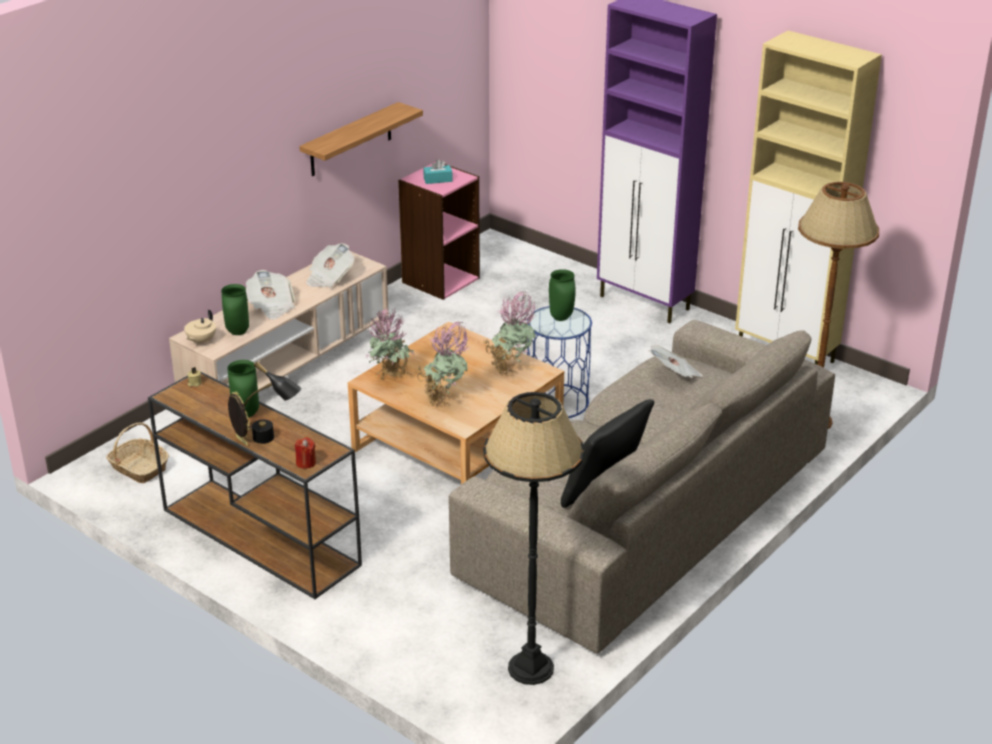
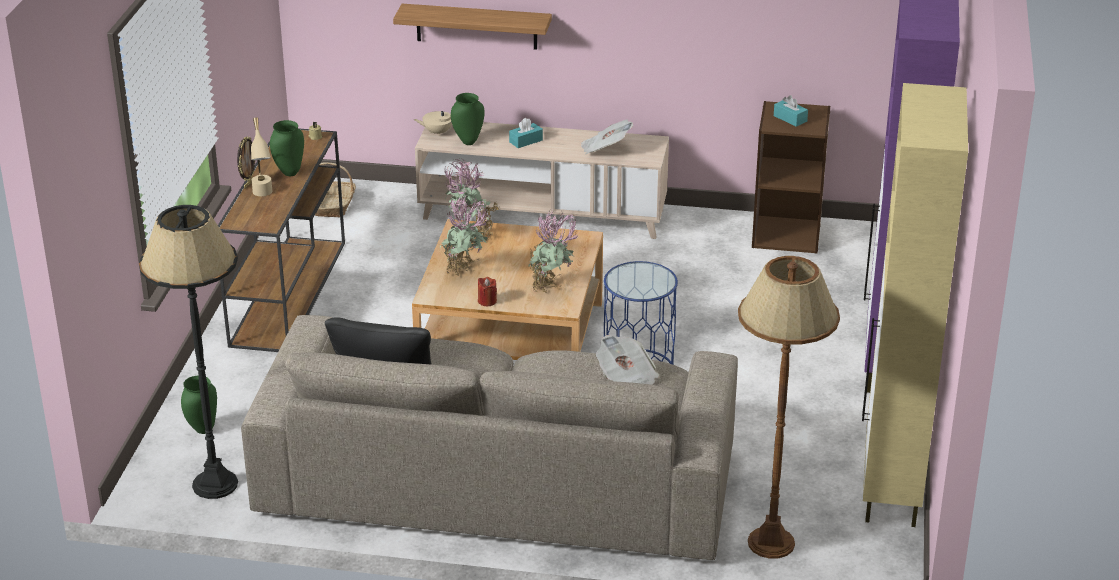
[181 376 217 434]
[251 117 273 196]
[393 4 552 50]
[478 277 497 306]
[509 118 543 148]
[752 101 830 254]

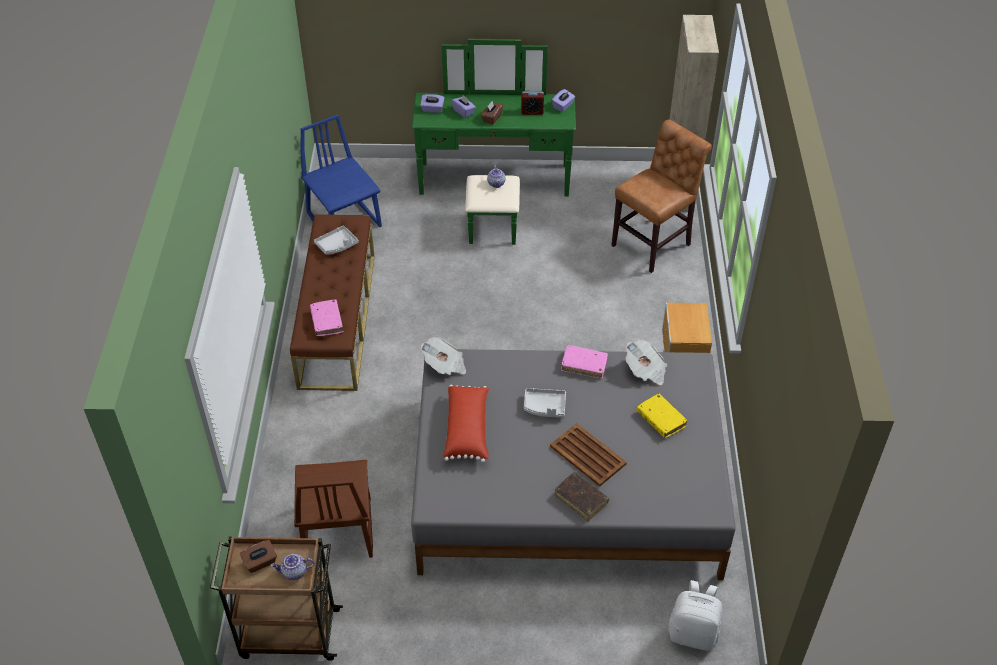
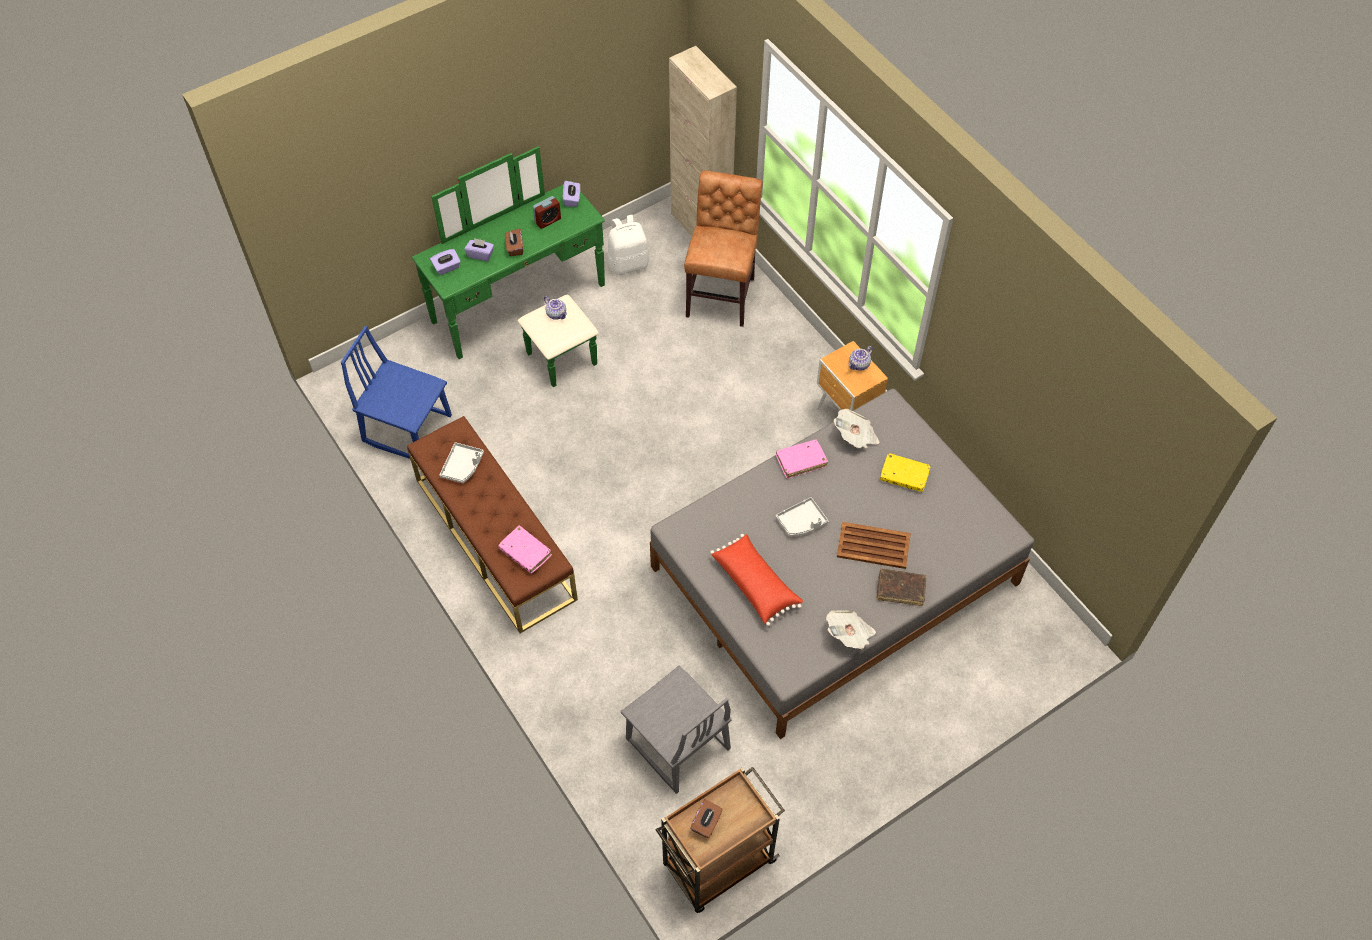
[607 215 649 275]
[621 666 732 794]
[826 610 876 649]
[848 346 873 371]

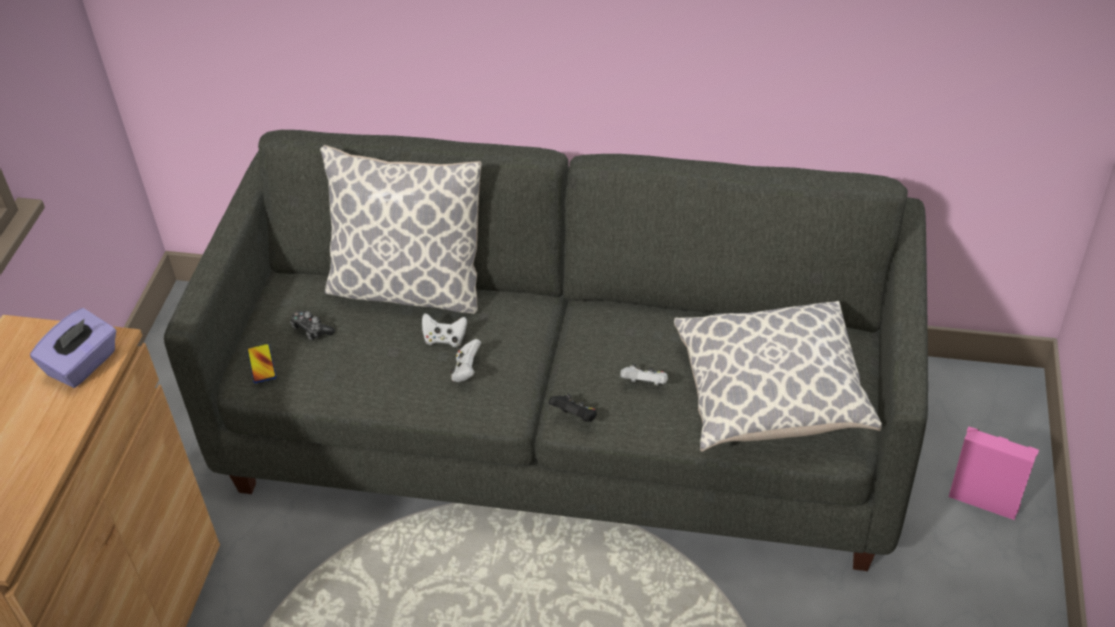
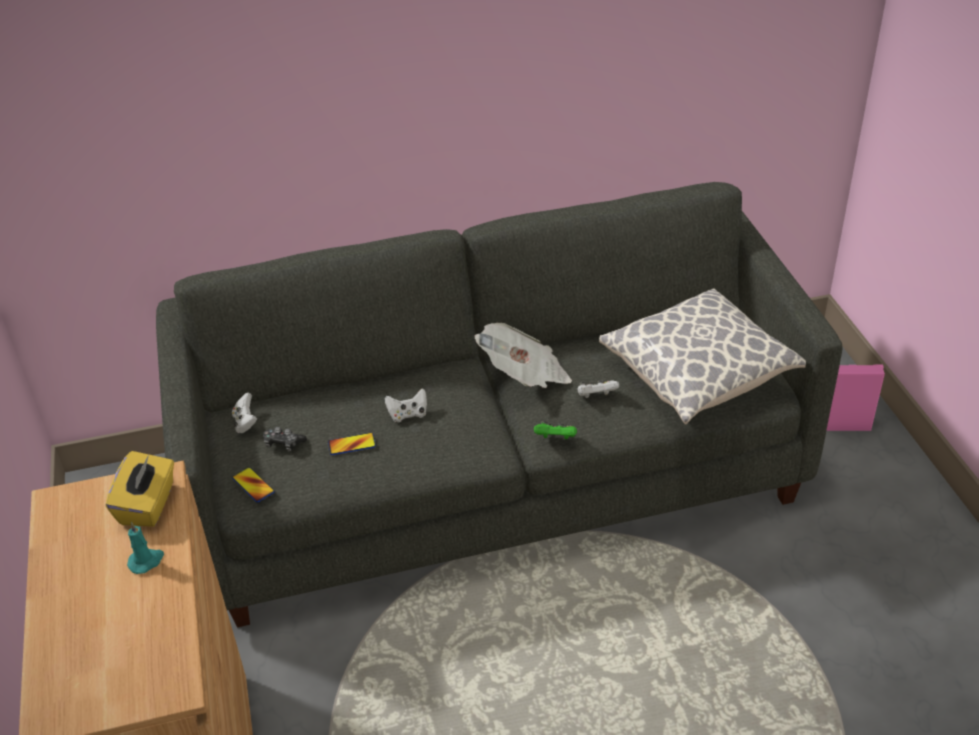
[106 451 174 527]
[127 522 164 574]
[232 393 257 433]
[328 433 376 455]
[474 323 572 388]
[534 421 577 439]
[320 145 482 314] (first image)

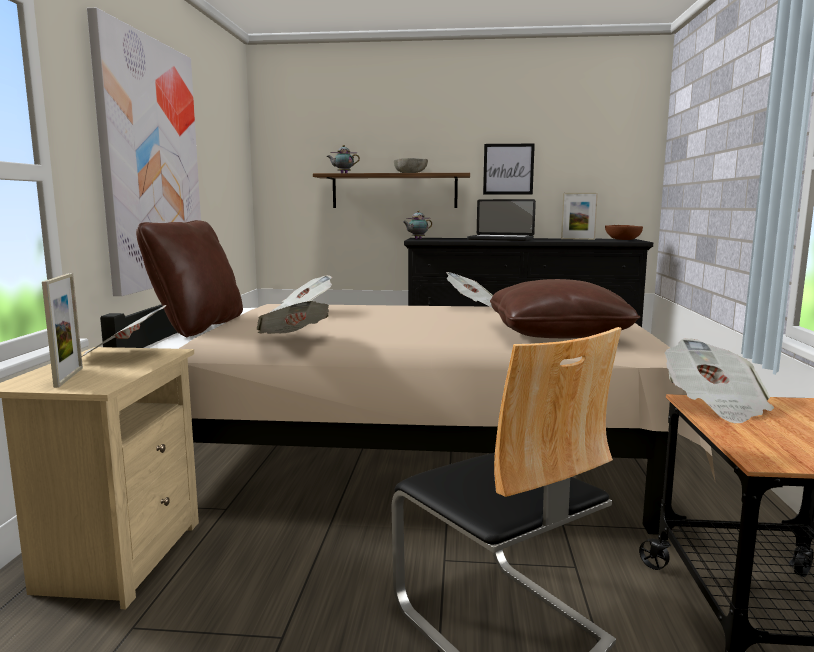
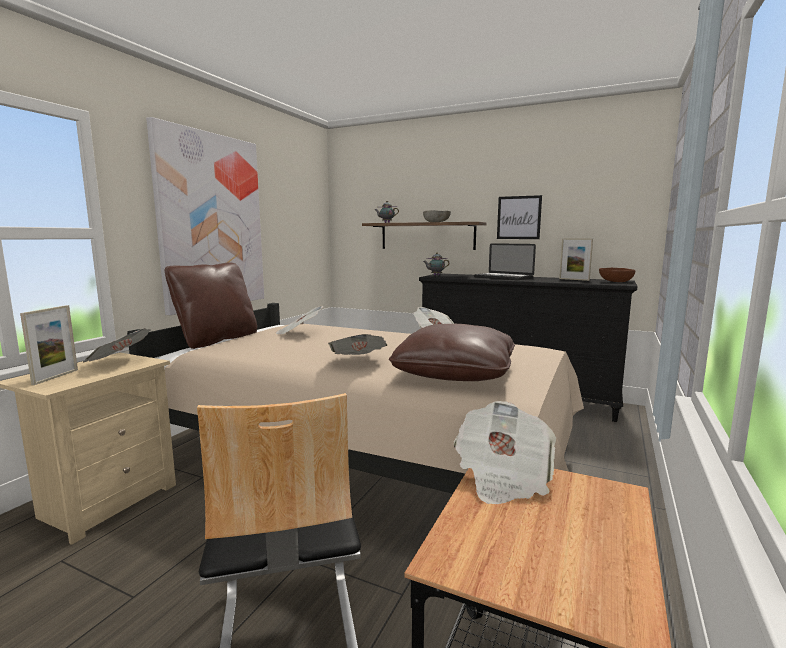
[328 334 387 355]

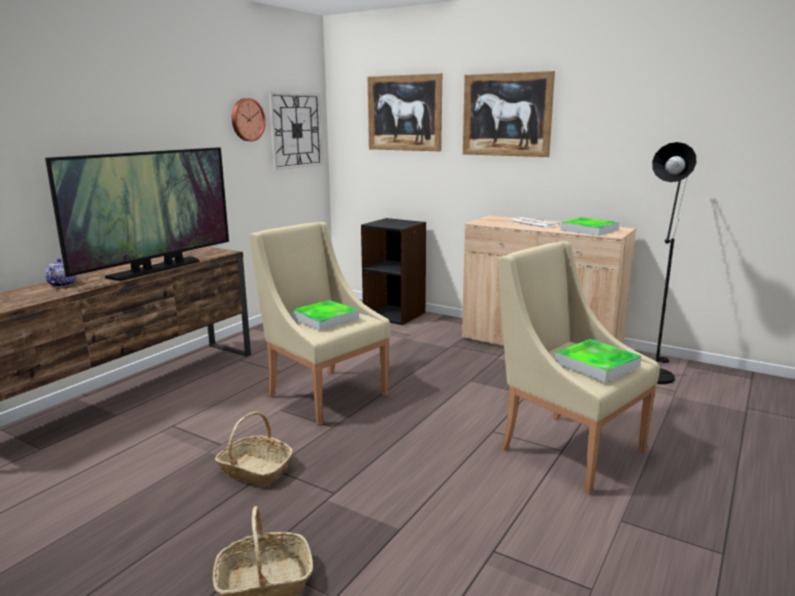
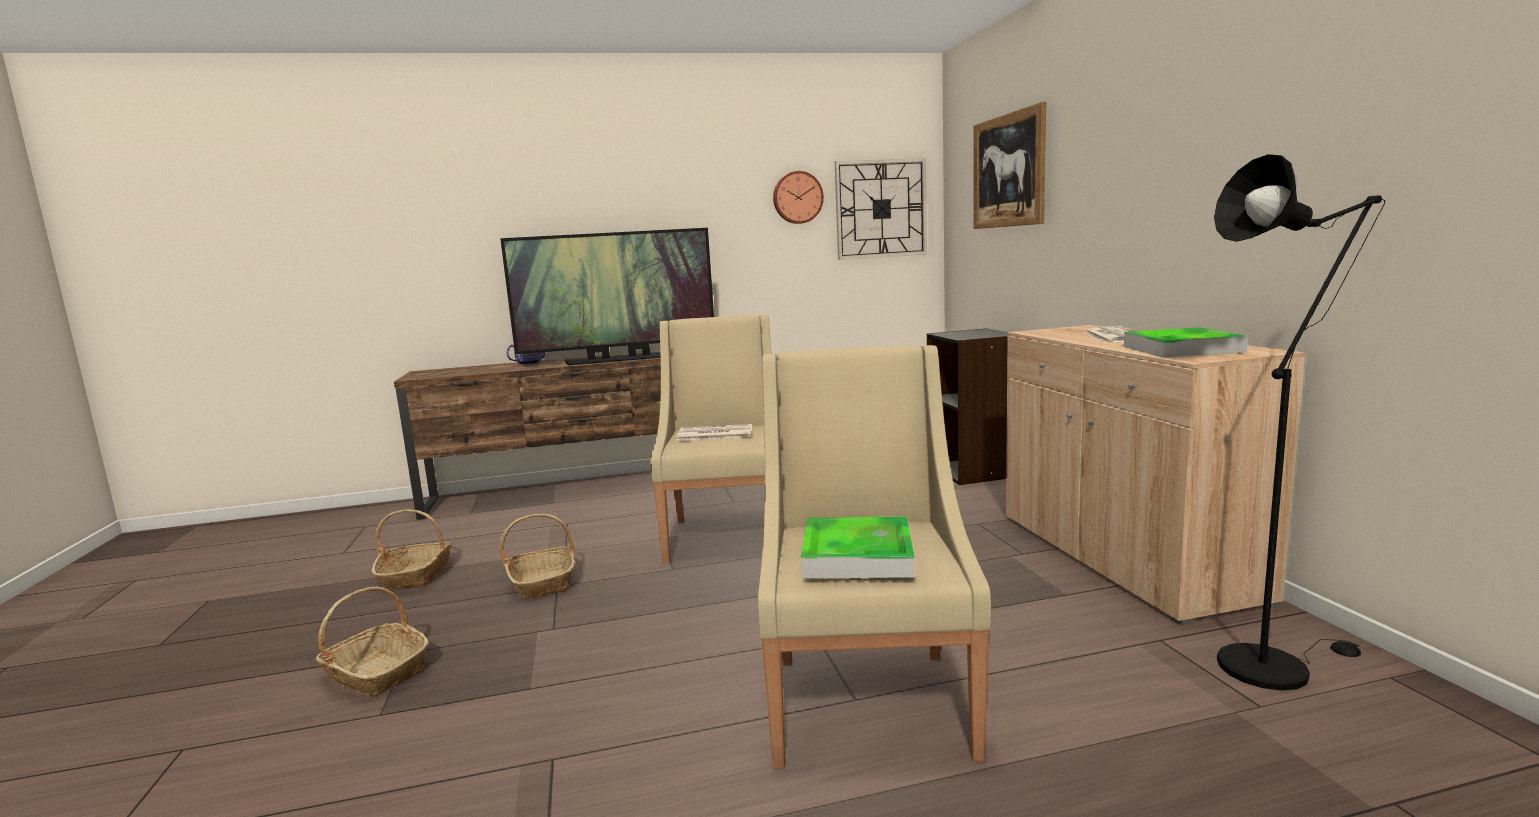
[372 509 452 589]
[676 424 752 441]
[463 71 555 157] (first image)

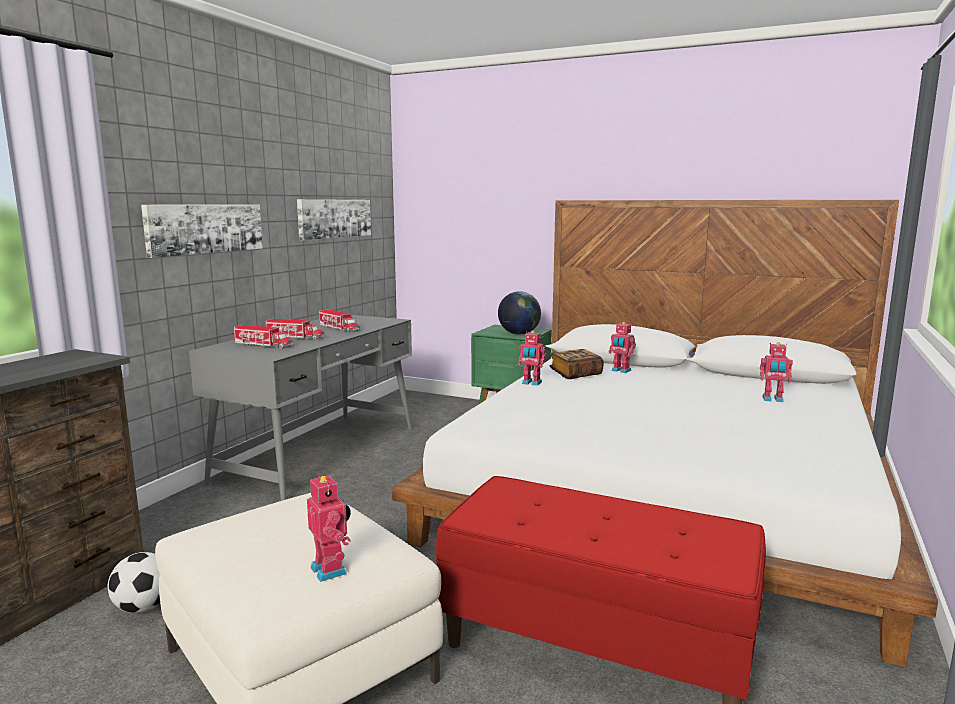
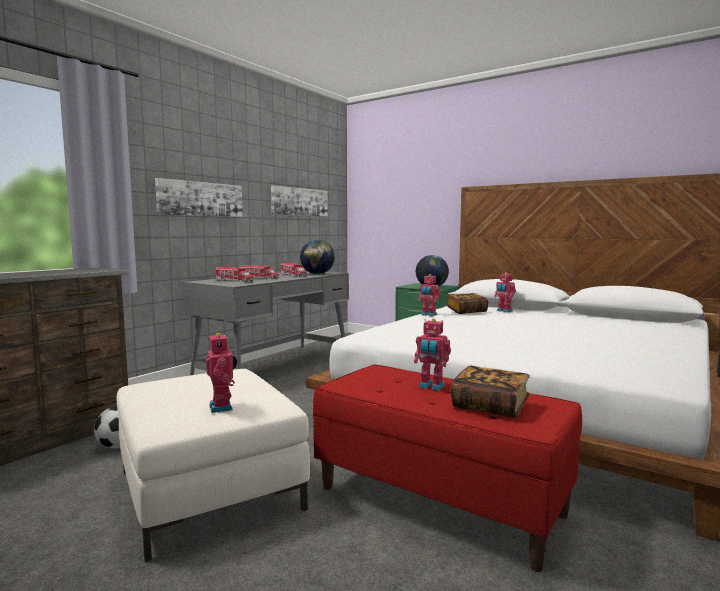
[300 240 335 274]
[414 318 451 390]
[451 365 530 418]

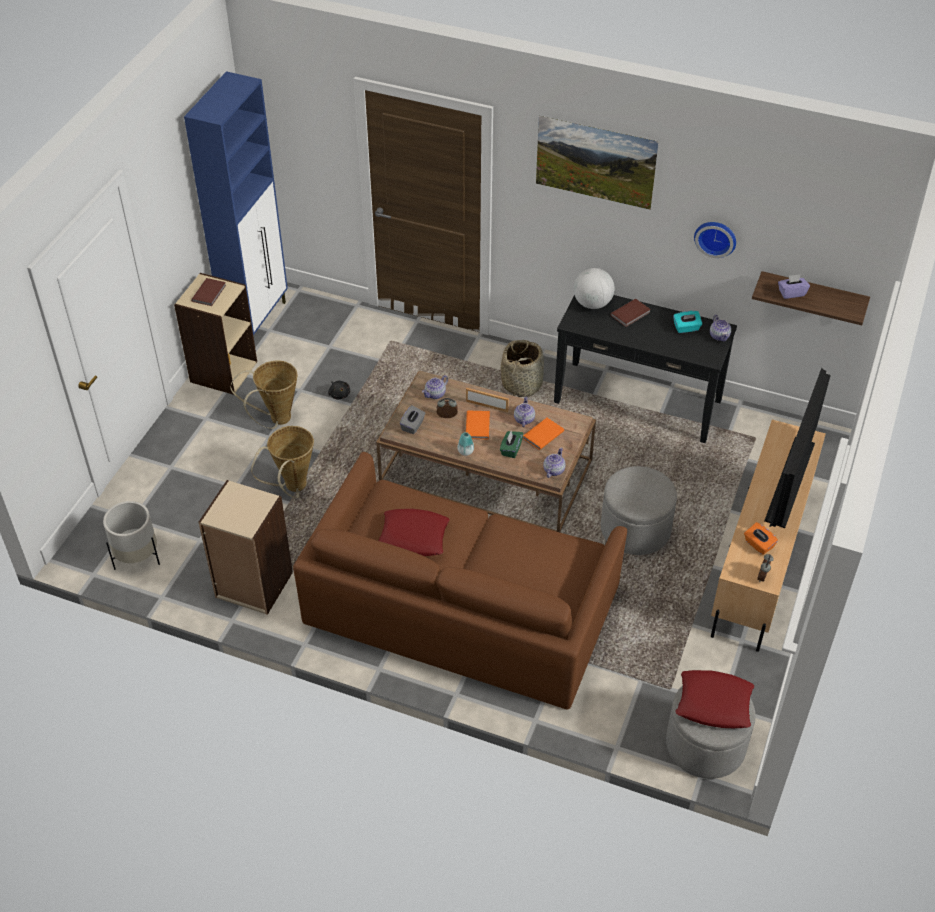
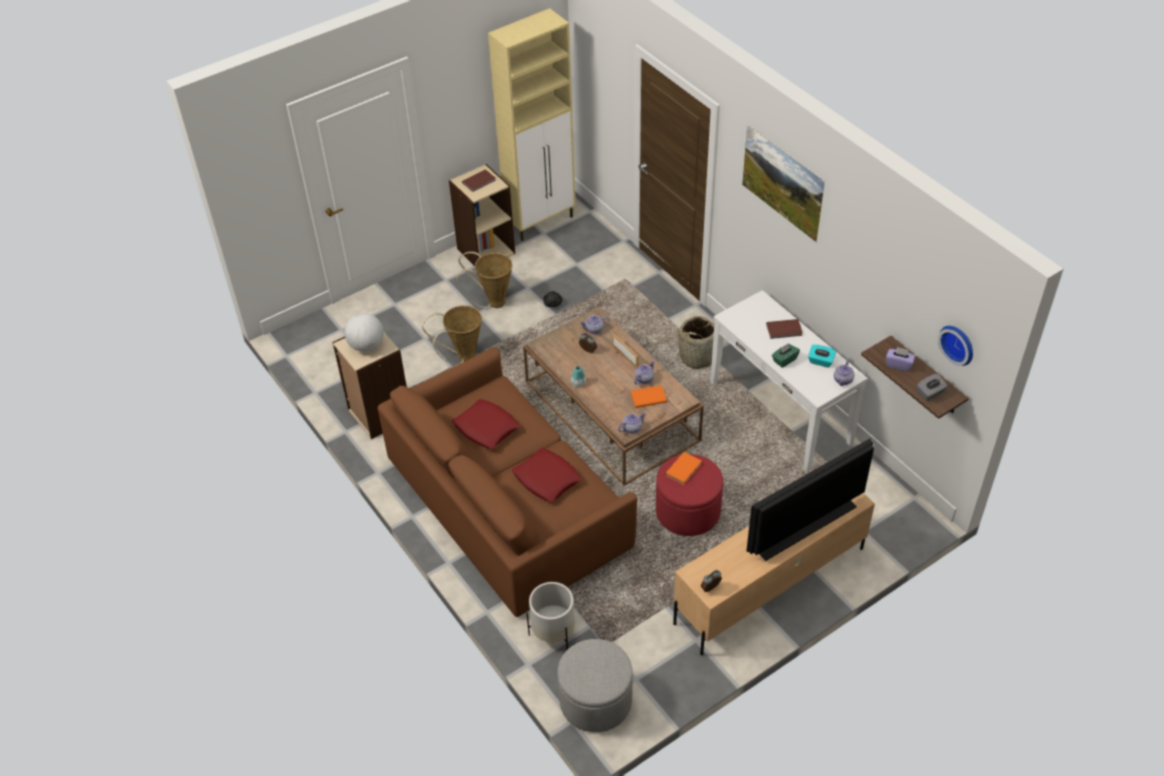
[344 313 384 352]
[488 8 576 241]
[512 448 582 503]
[526 582 575 650]
[656 454 723 536]
[665 452 702 485]
[710 290 868 472]
[772 343 800 368]
[917 374 948 401]
[938 326 973 366]
[744 522 778 555] (first image)

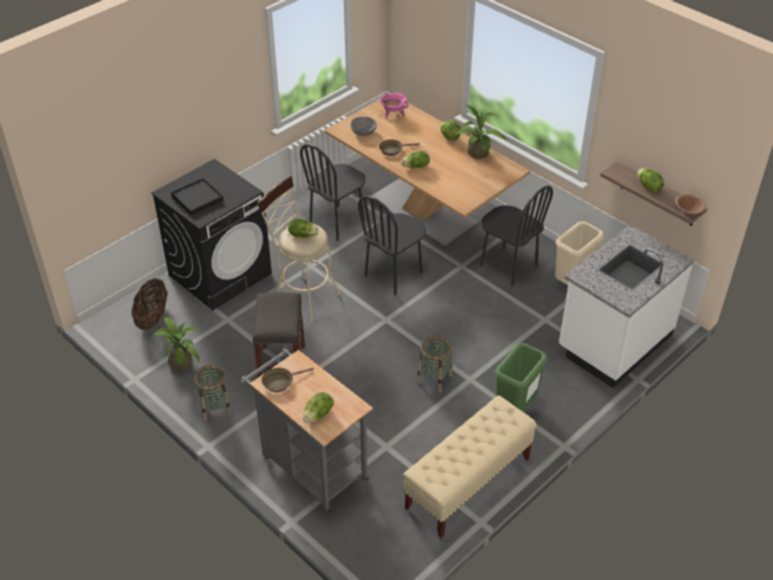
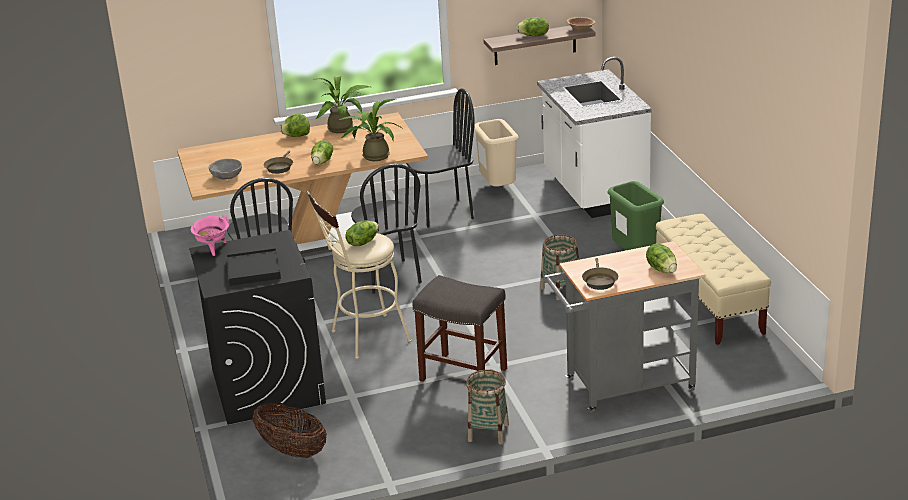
[191 215 230 256]
[339 99 402 161]

